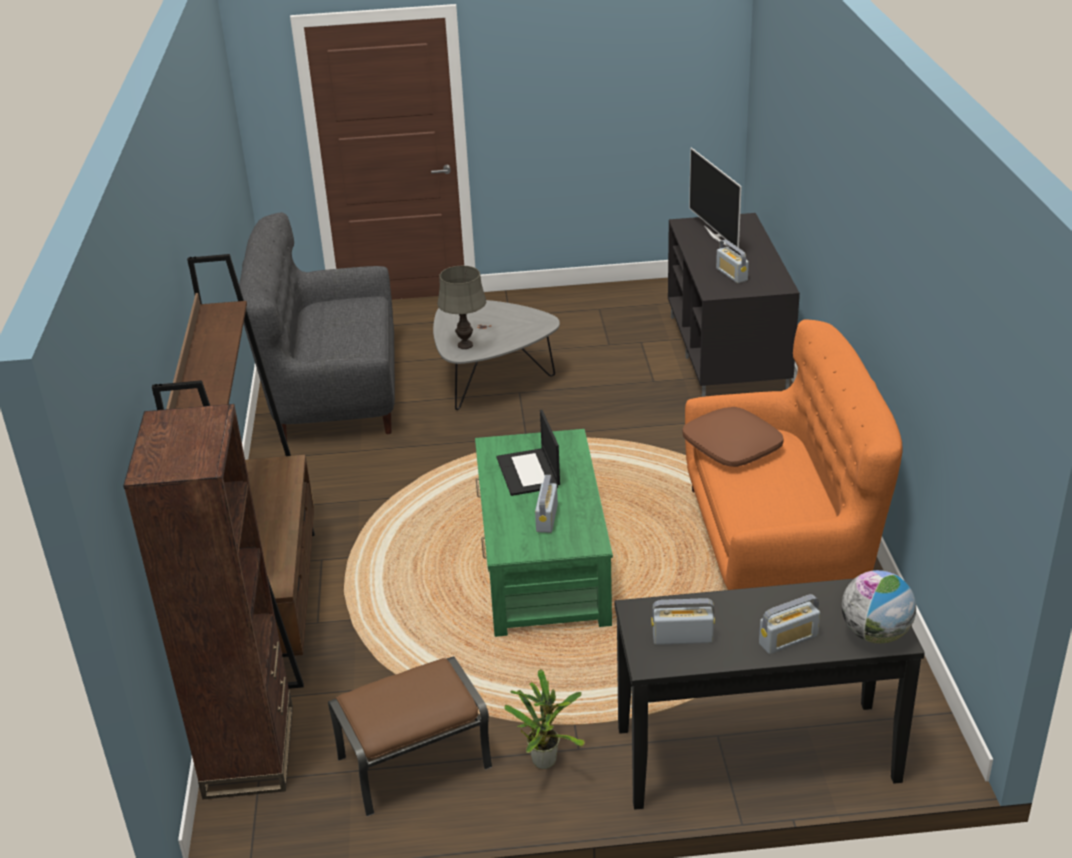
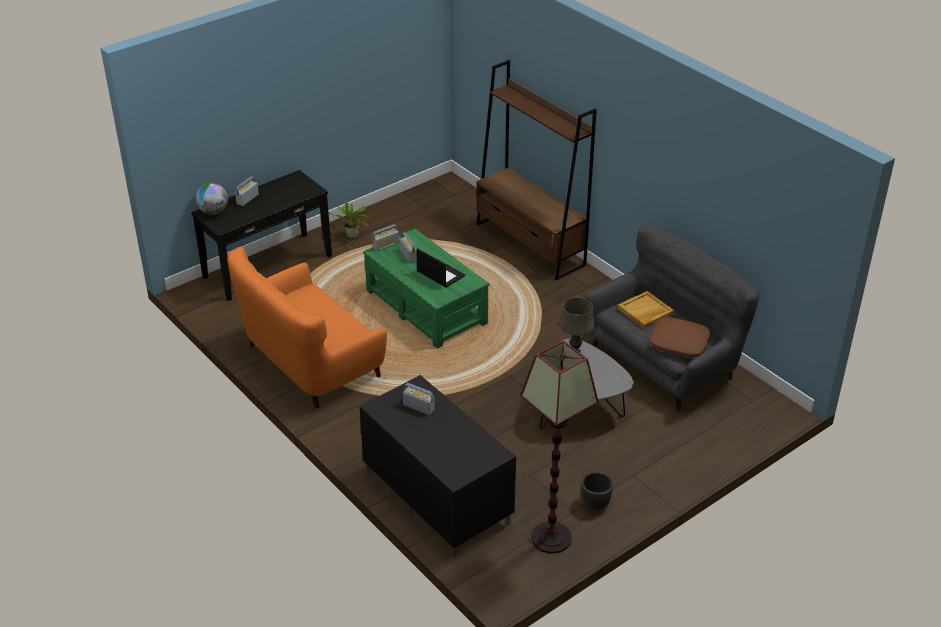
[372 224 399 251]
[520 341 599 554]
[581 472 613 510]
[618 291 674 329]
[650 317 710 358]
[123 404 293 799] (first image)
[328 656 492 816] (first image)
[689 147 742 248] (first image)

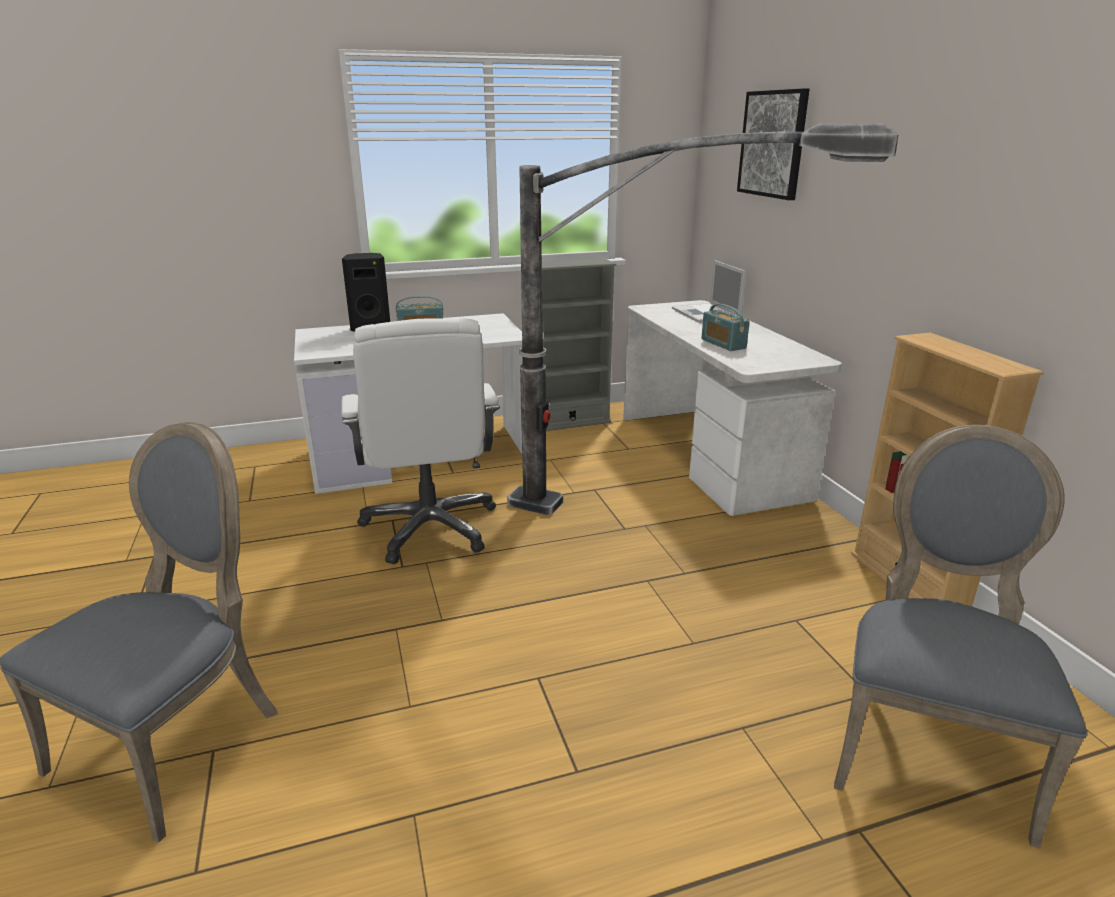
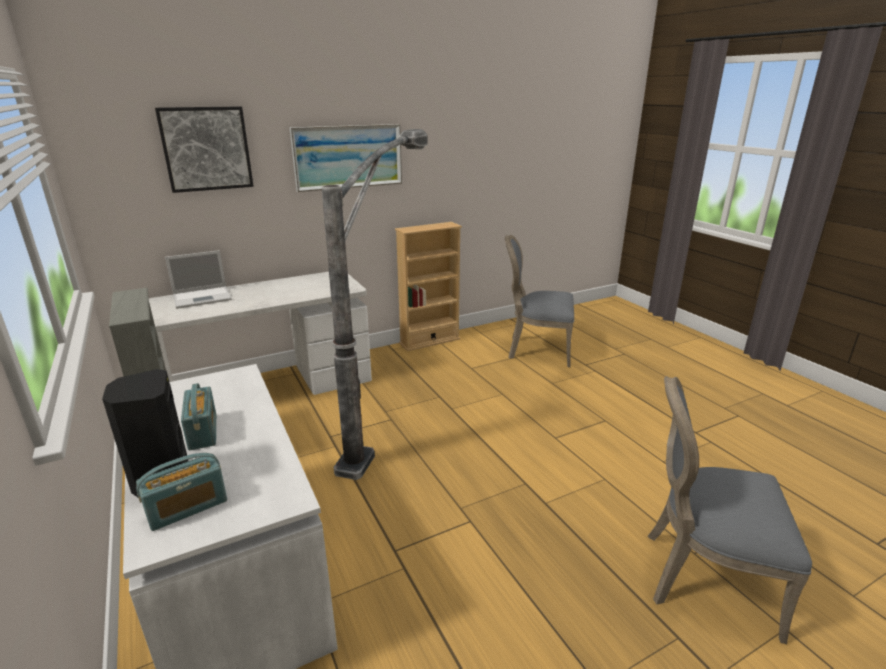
[136 453 227 531]
[290 124 402 192]
[341 319 500 564] (first image)

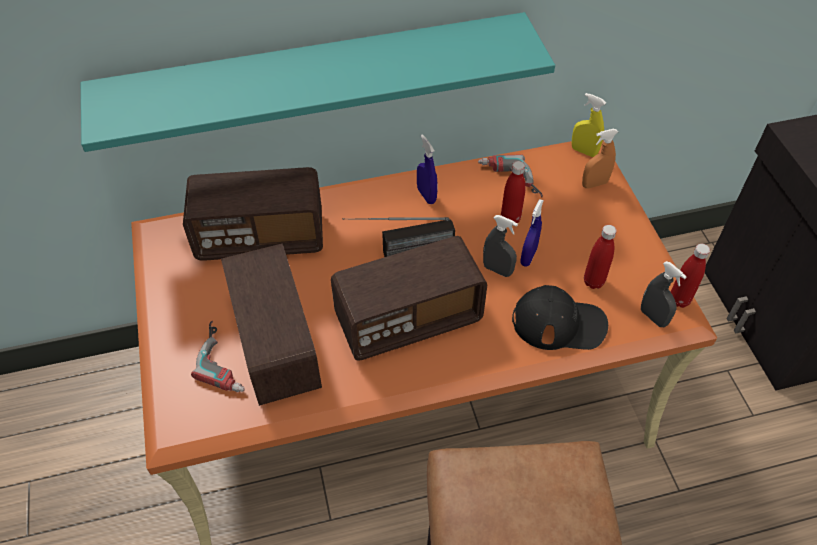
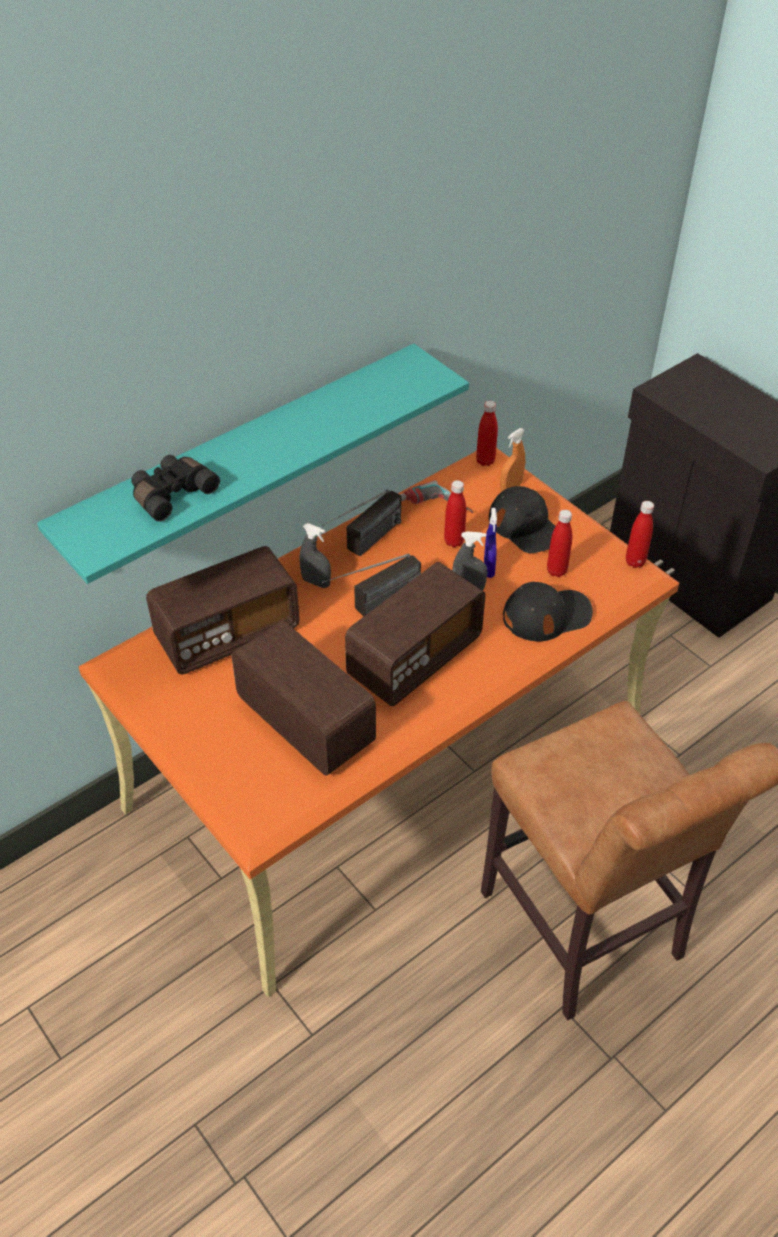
[131 455 220 522]
[300 523 331 588]
[322 490 402 556]
[476 401 498 466]
[489 486 555 553]
[191 321 245 392] (first image)

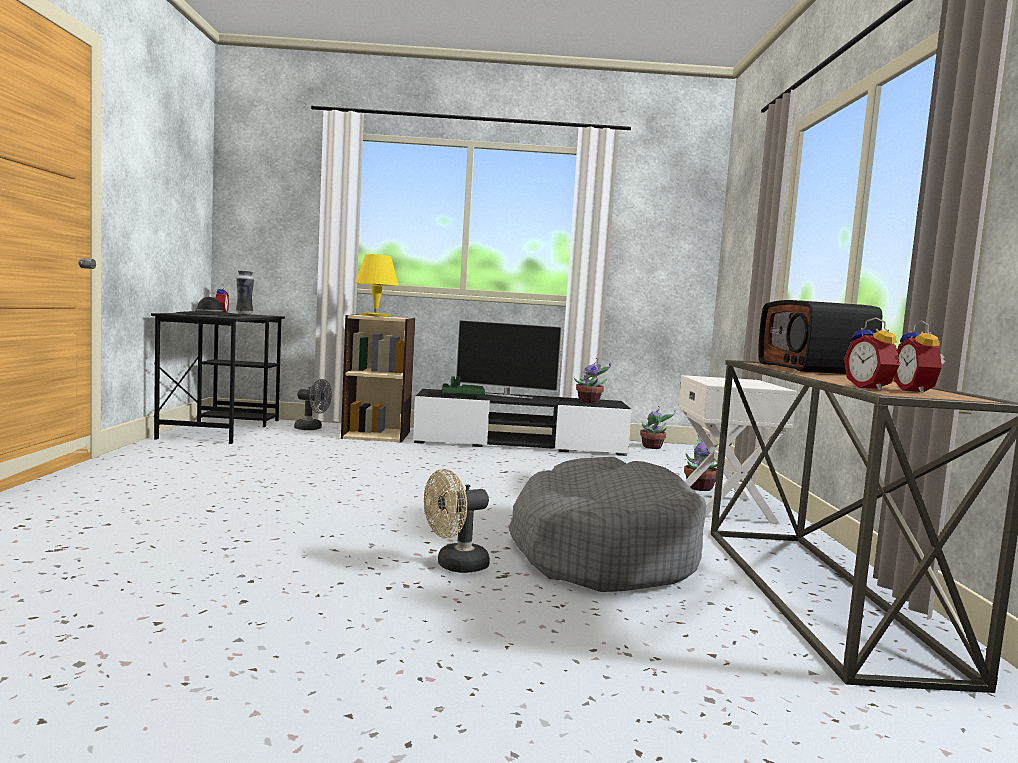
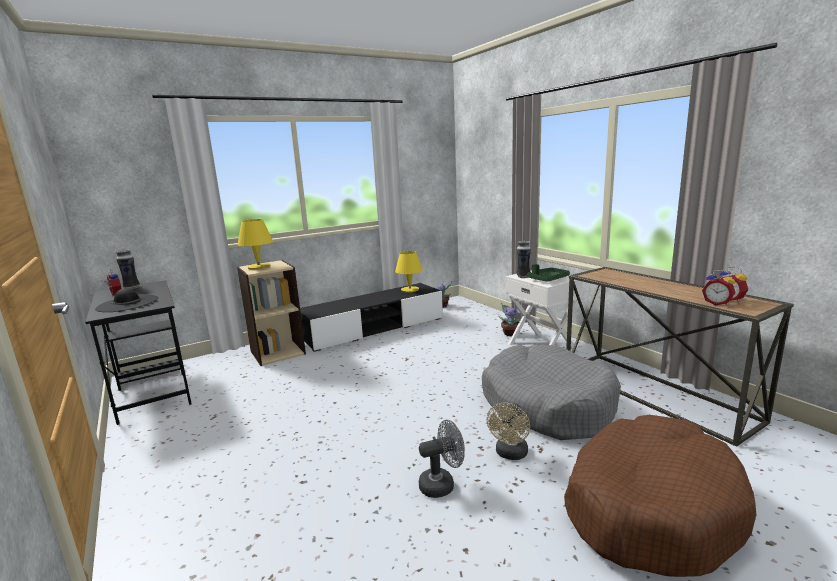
[395 251 423 293]
[419 420 465 498]
[517 241 531 278]
[527 264 570 282]
[564 415 756 577]
[455 319 563 398] (first image)
[758 300 882 374] (first image)

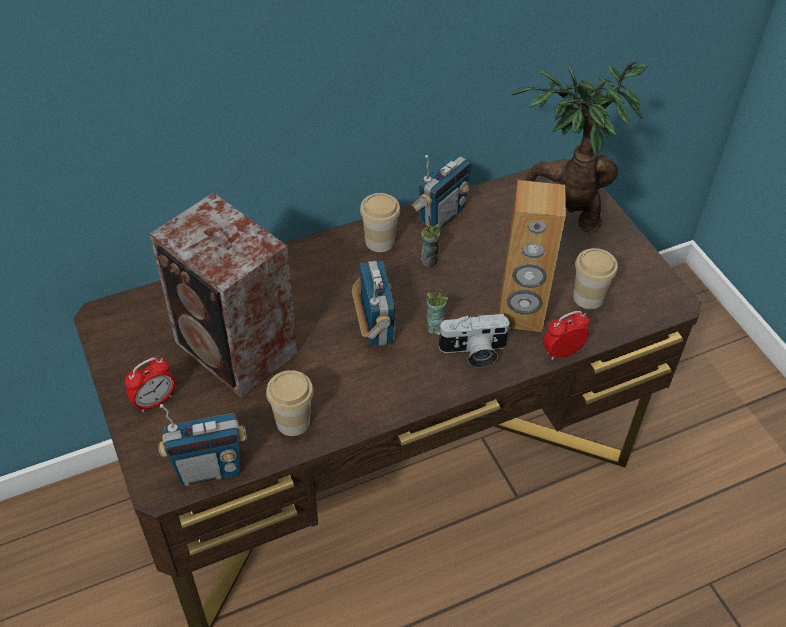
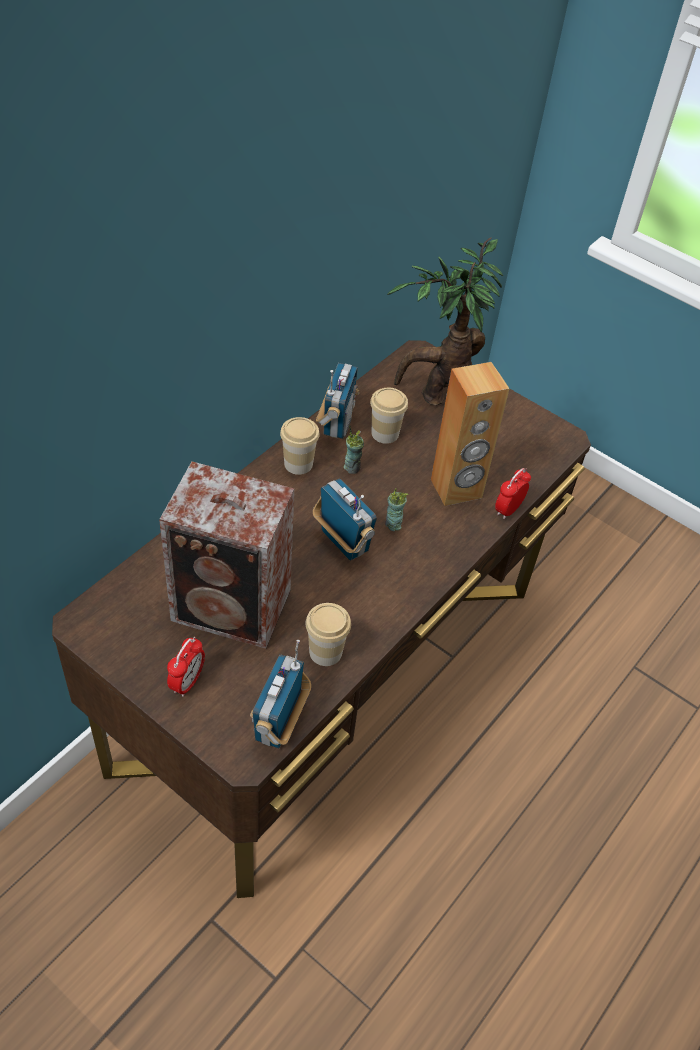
[250 640 311 748]
[370 387 408 444]
[437 313 511 368] (first image)

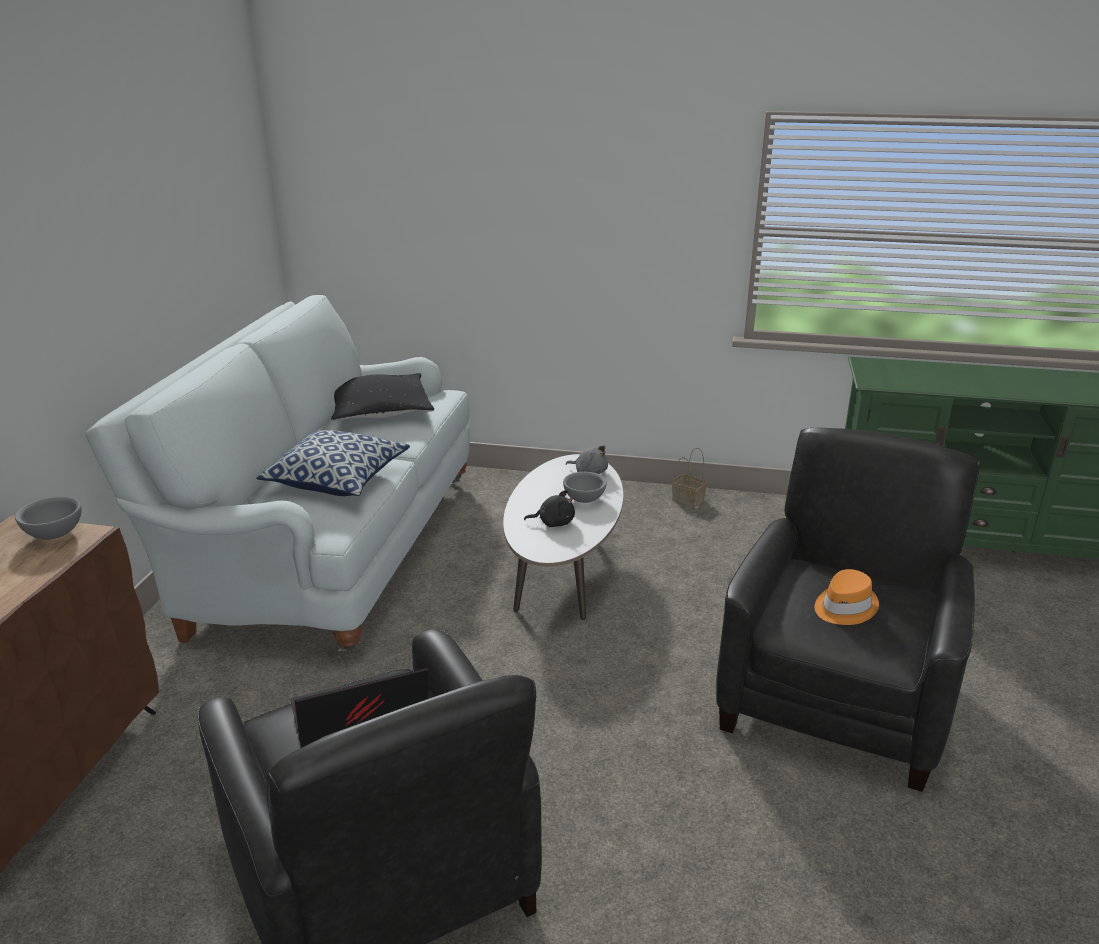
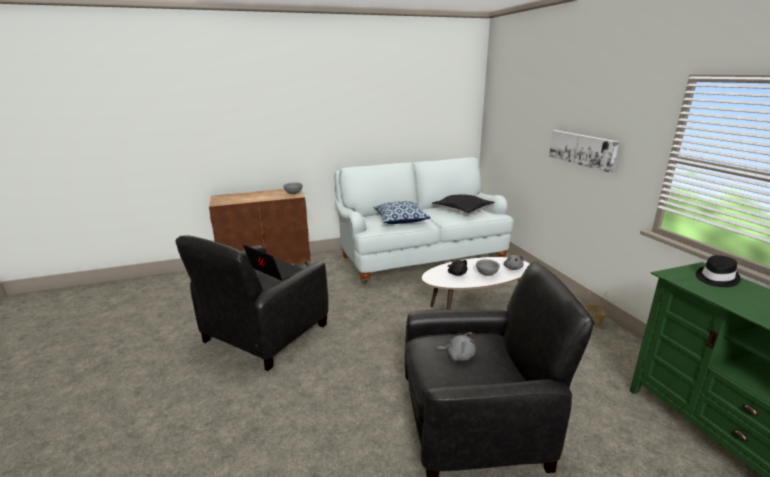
[436 332 476 361]
[549 130 619 173]
[696 255 741 287]

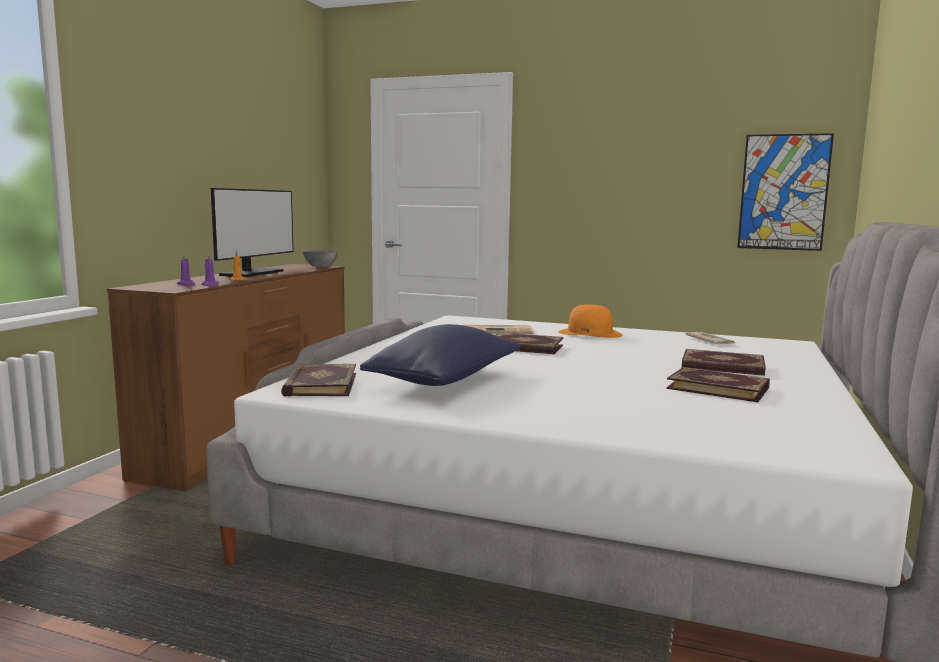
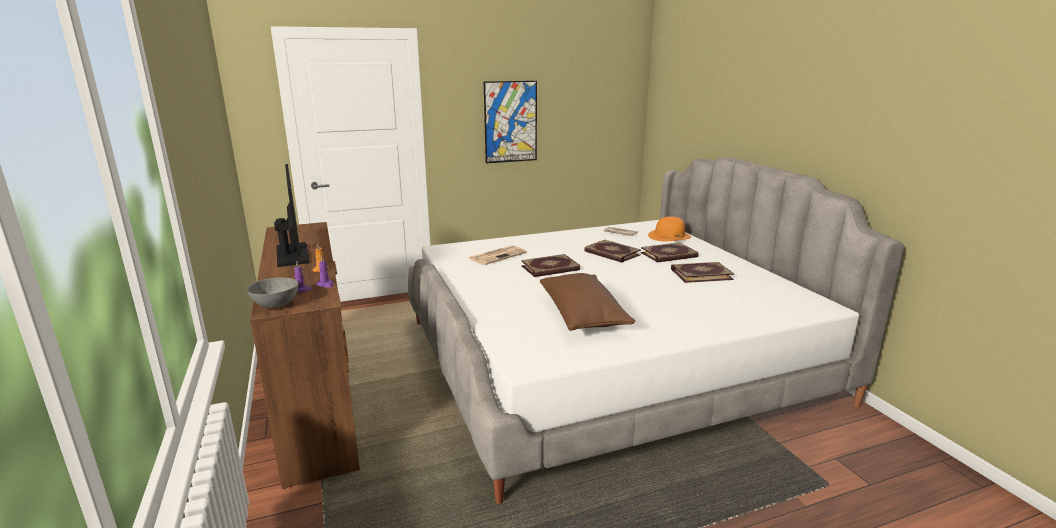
[247 277 298 308]
[484 81 537 164]
[540 273 635 331]
[584 240 641 263]
[648 216 691 241]

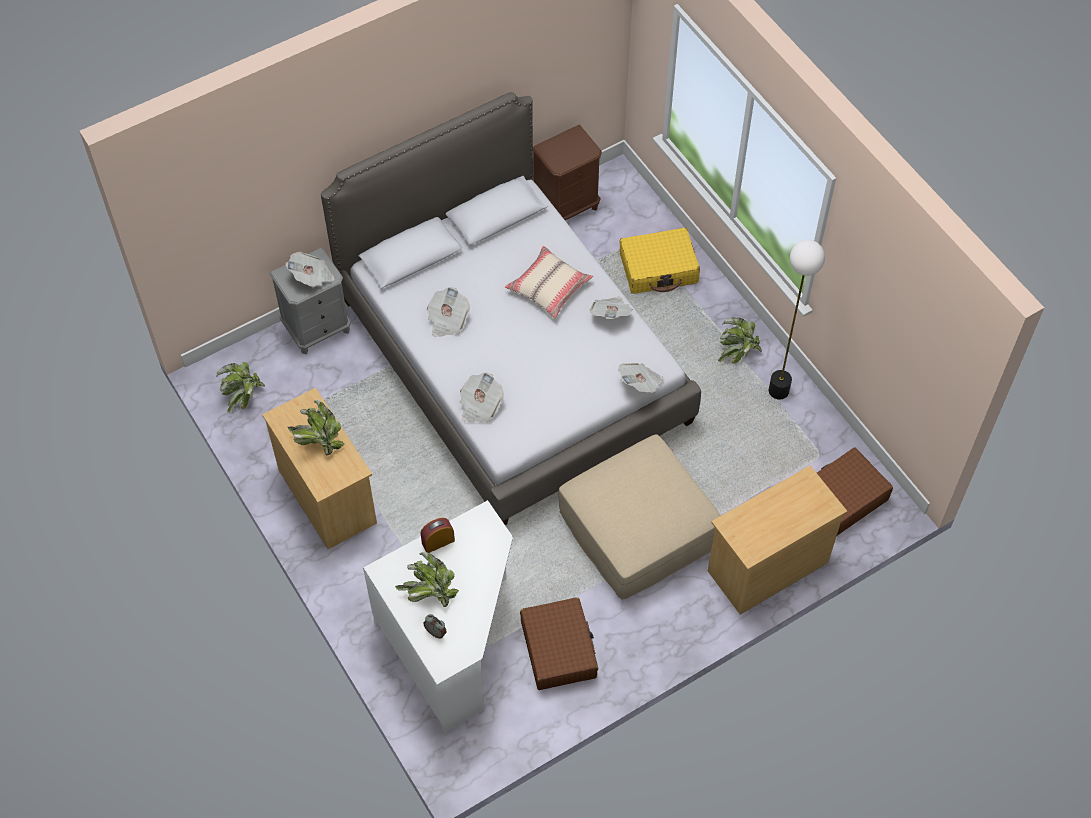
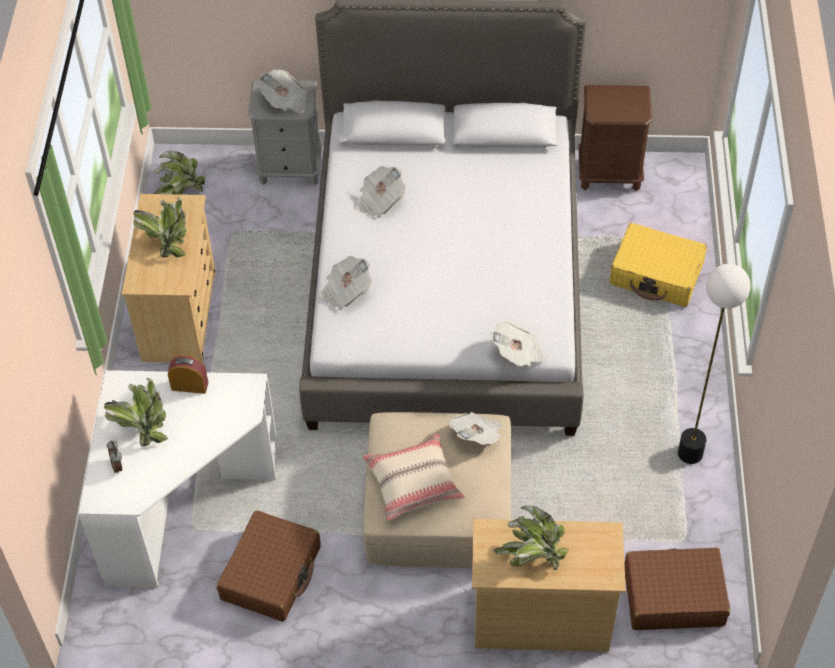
[363 433 465 521]
[449 412 502 445]
[493 505 569 570]

